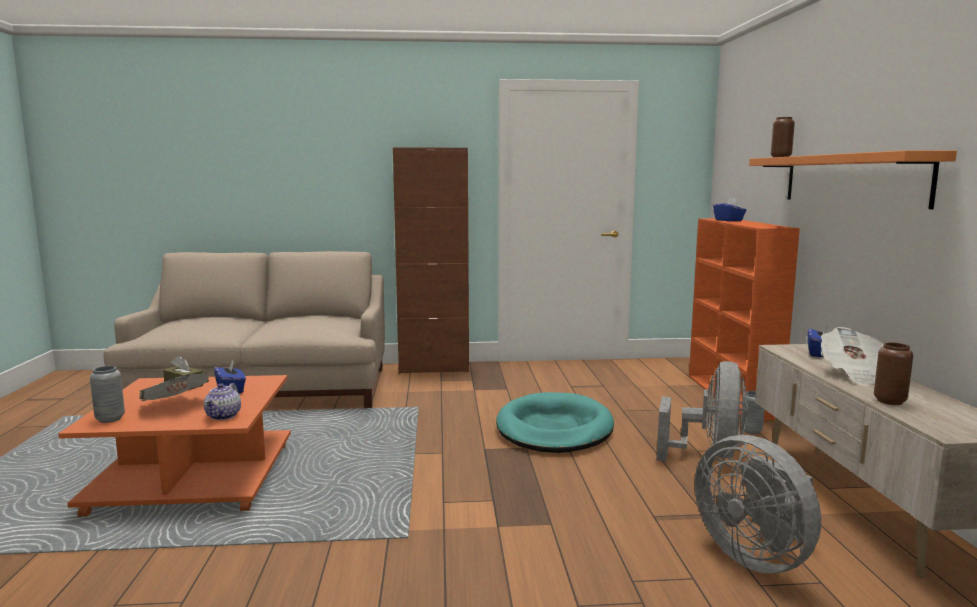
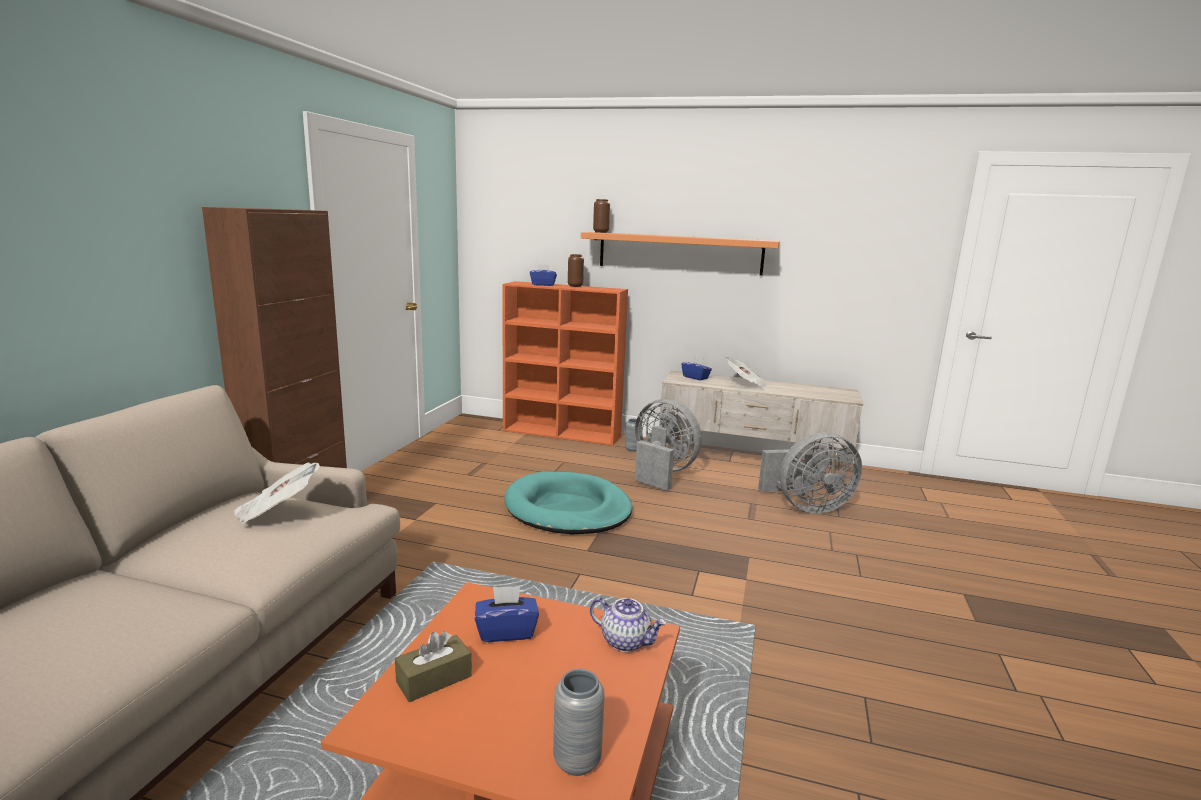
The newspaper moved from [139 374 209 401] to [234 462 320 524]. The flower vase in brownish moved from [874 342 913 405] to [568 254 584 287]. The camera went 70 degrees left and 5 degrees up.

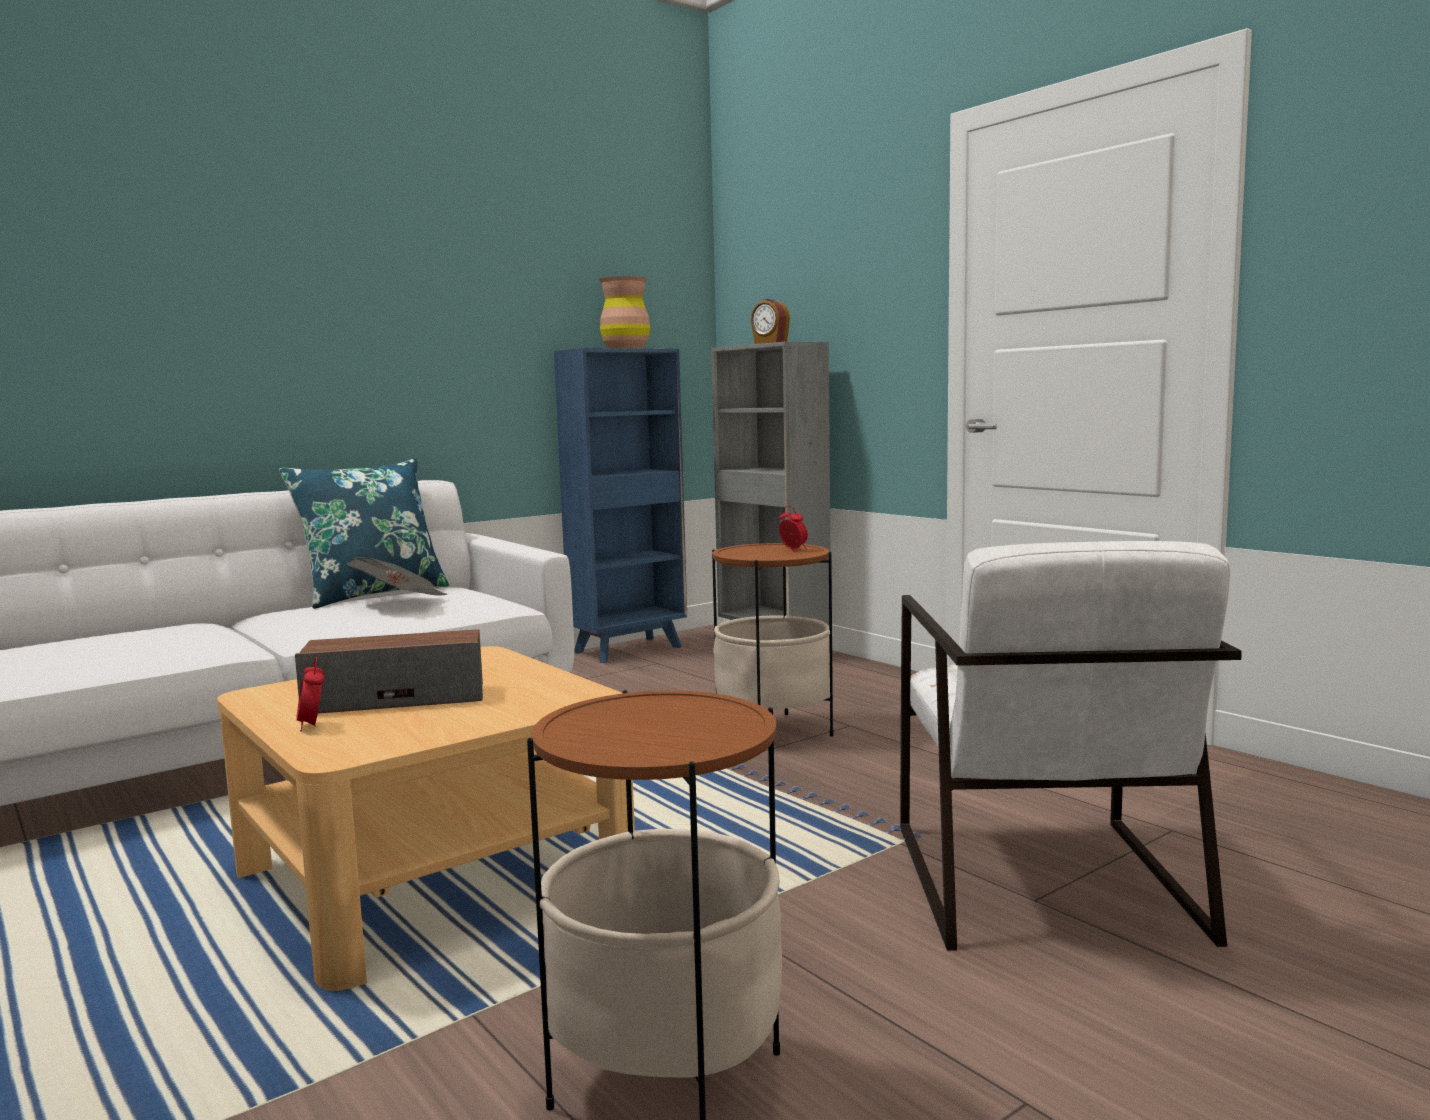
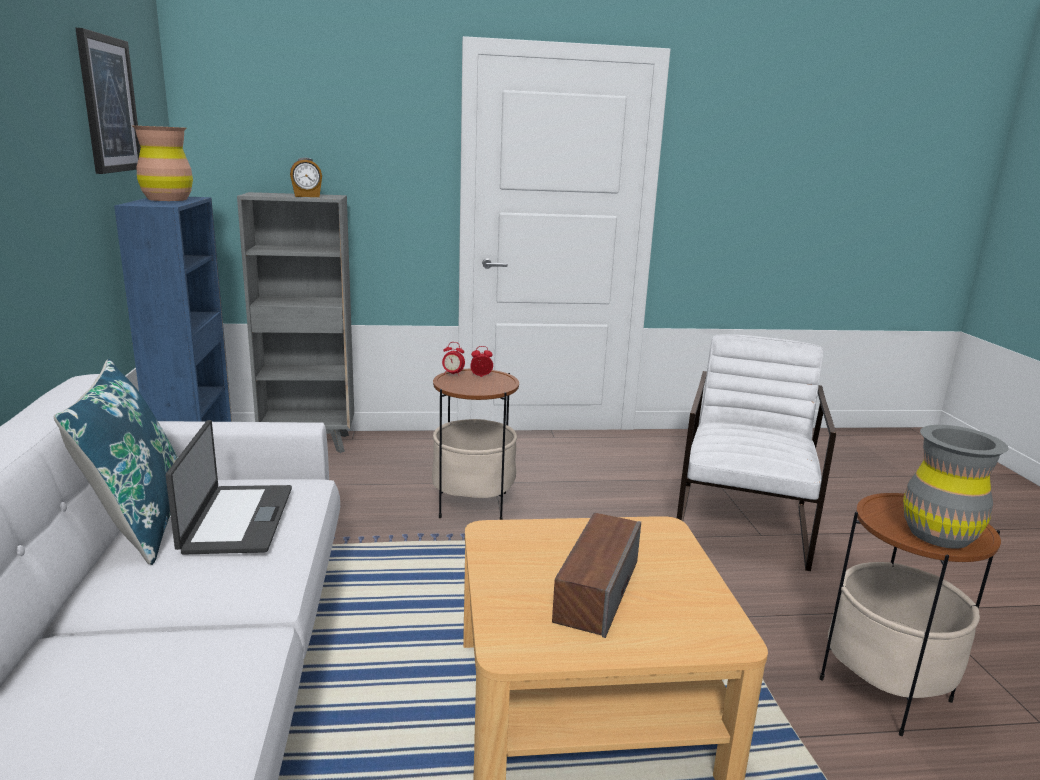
The wall picture at [75 28 141 174] appeared. The newspaper at [347 557 447 595] was replaced by the notebook computer at [166 420 292 555]. The table clock moved from [296 657 324 732] to [442 342 465 376]. The lounge chair in white-coloured at [900 541 1242 951] turned 105 degrees counterclockwise. The flower vase in greyish at [903 425 1009 549] appeared. The camera went 60 degrees left and 10 degrees up.

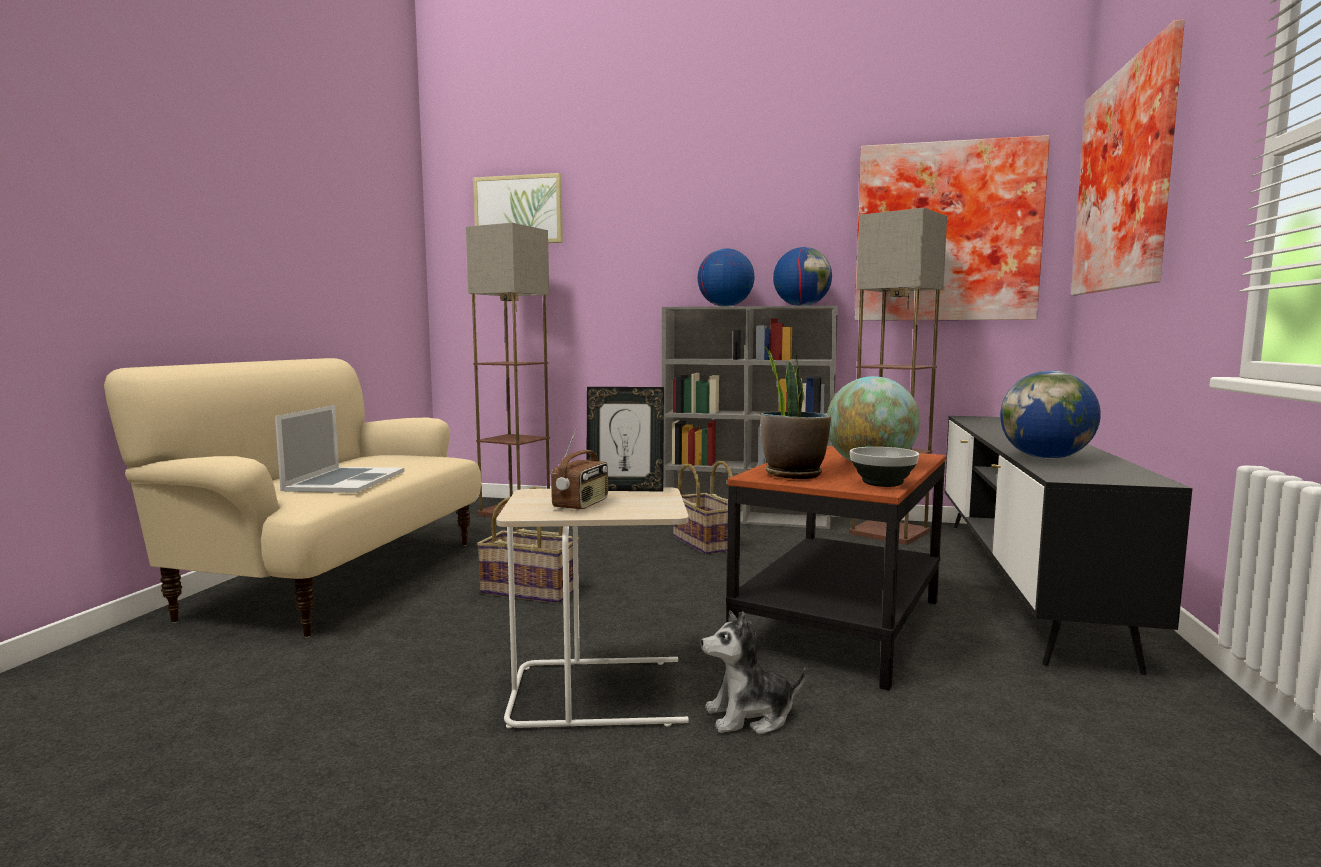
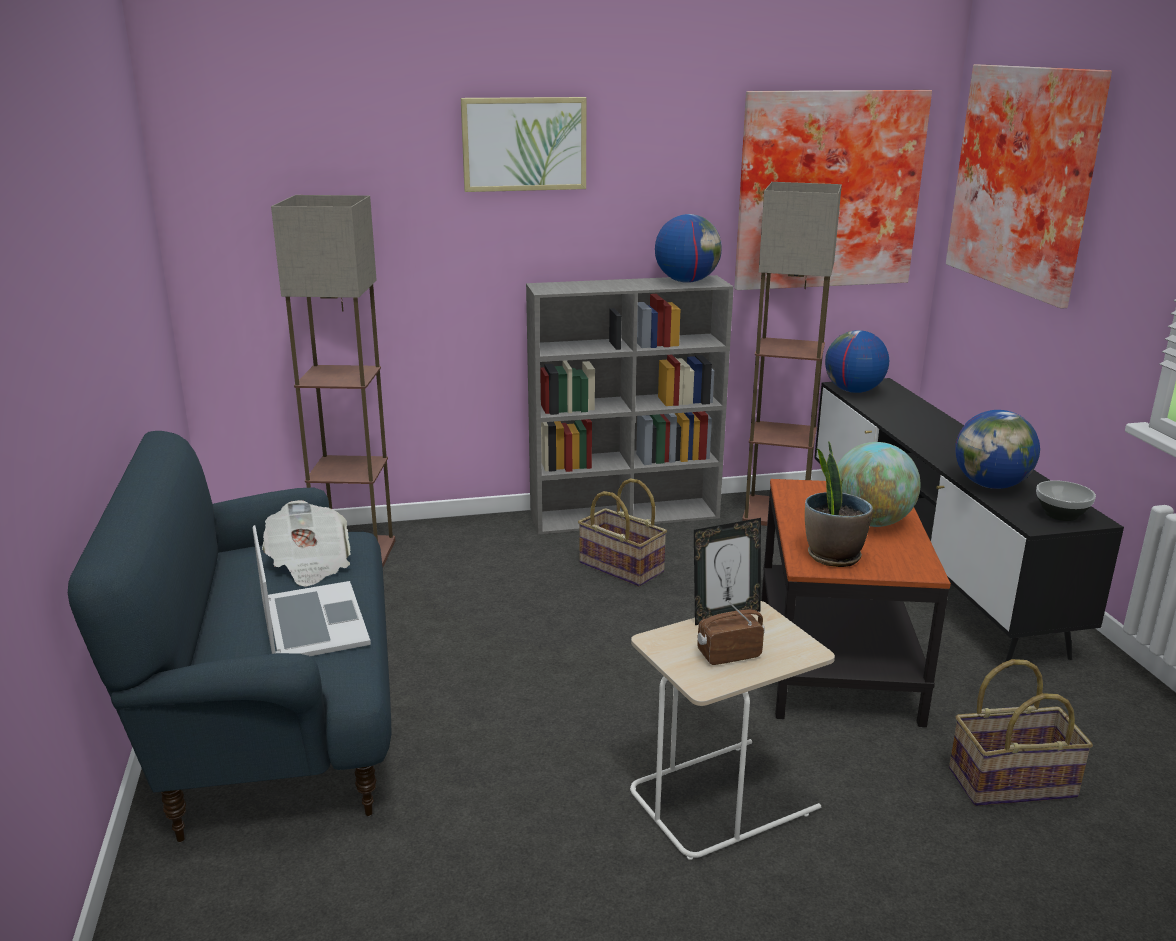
The couch in sand-coloured at [104 358 482 637] became the couch in bluish at [68 431 391 842]. The newspaper at [262 500 350 587] appeared. The wall picture moved from [473 173 563 243] to [461 97 587 192]. The radio receiver at [551 429 608 511] turned 105 degrees counterclockwise. The world globe moved from [698 248 755 306] to [825 330 889 393]. The household basket moved from [477 487 580 603] to [949 659 1093 806]. The bowl moved from [850 447 919 487] to [1036 480 1096 521]. The soft toy at [701 610 806 735] disappeared. The camera went 25 degrees left and 15 degrees up.

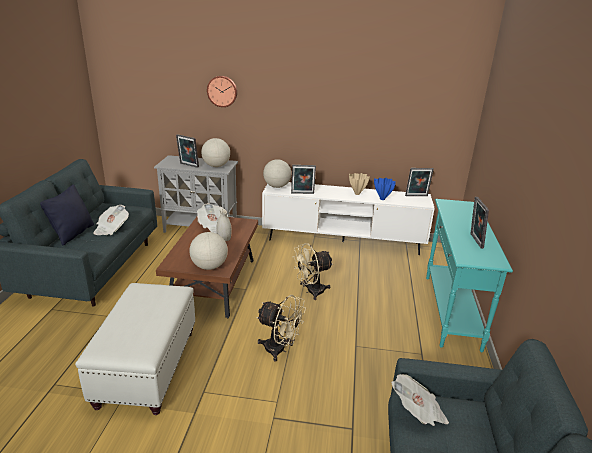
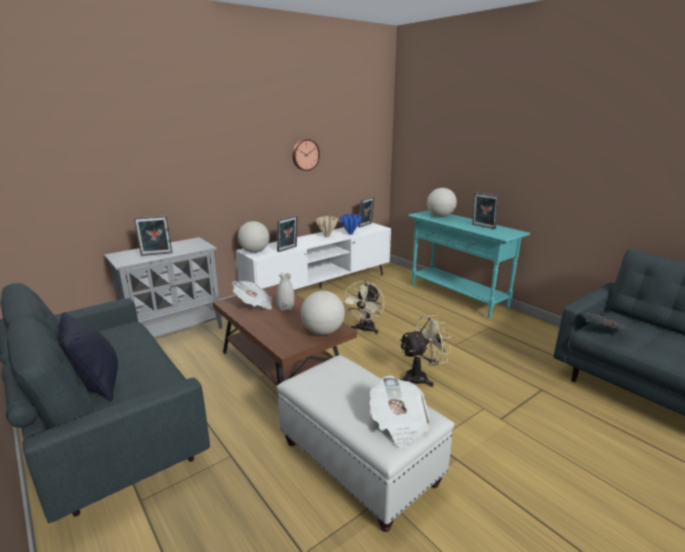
The hanging clock moved from [207 76 237 107] to [292 139 320 171]. The newspaper moved from [94 205 129 235] to [370 376 431 449]. The world globe moved from [201 138 230 167] to [427 188 457 217]. The camera went 45 degrees left and 5 degrees down.

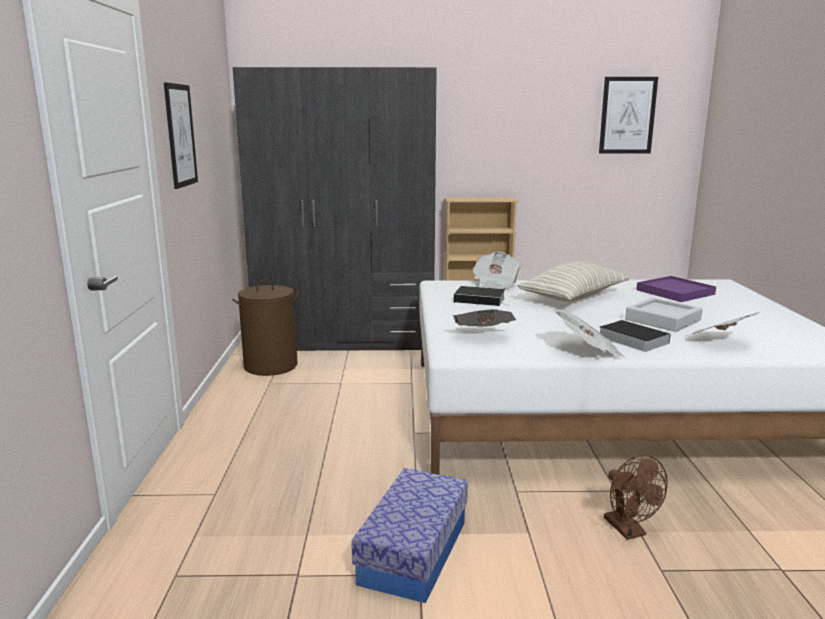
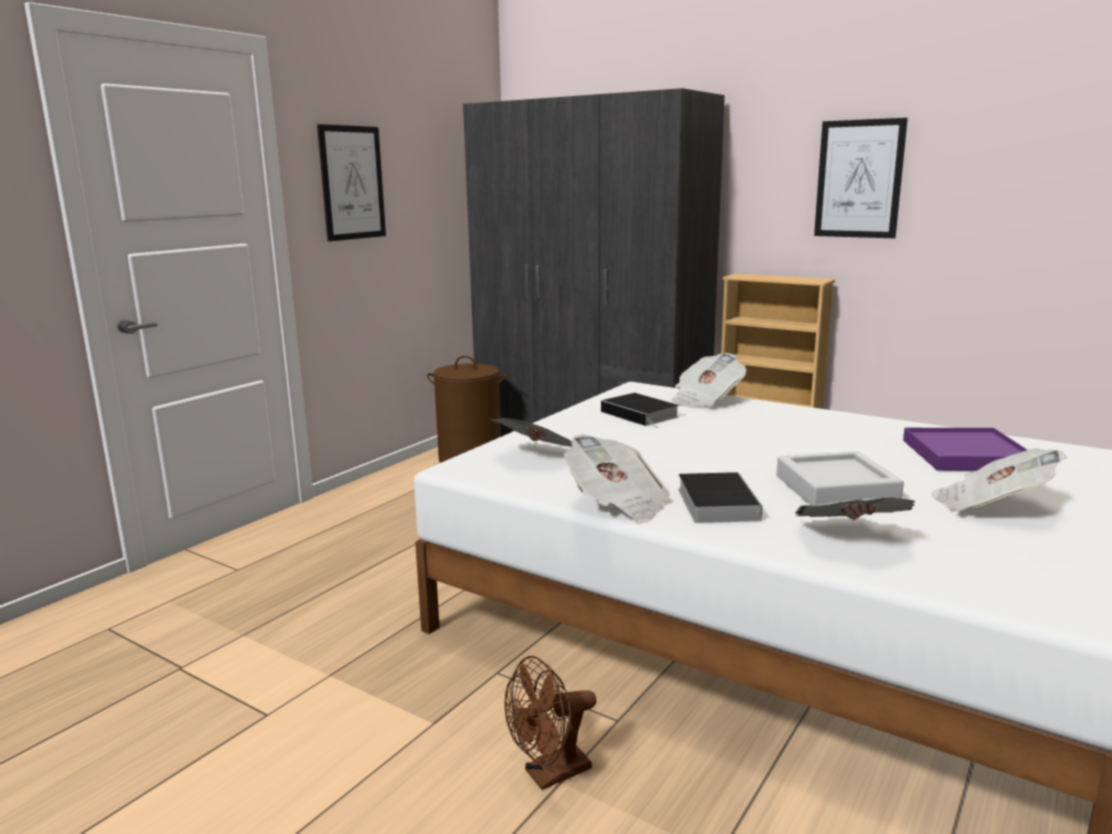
The fan in brownish at [604 455 668 540] turned 45 degrees clockwise. The wall picture moved from [599 77 658 154] to [814 118 908 238]. The newspaper at [931 448 1067 512] appeared. The storage box at [351 468 468 603] disappeared. The pillow at [517 262 629 301] disappeared. The camera went 35 degrees right and 0 degrees up.

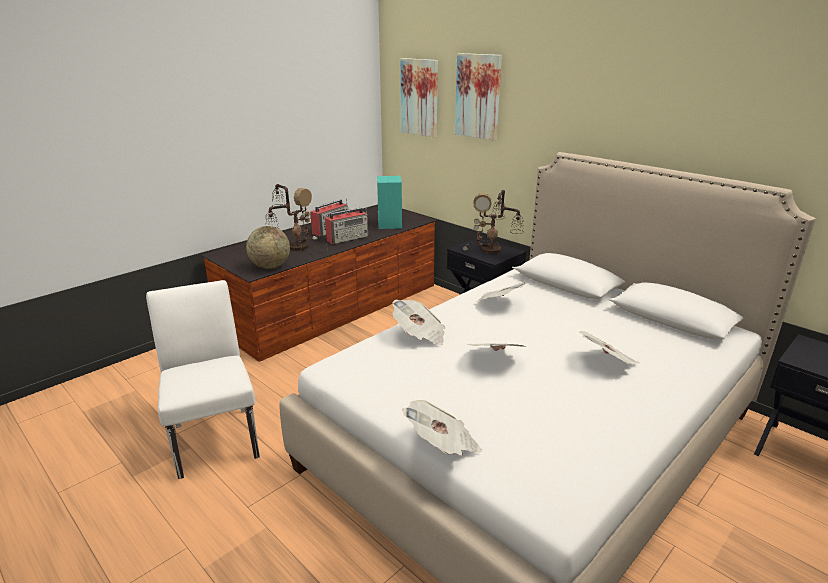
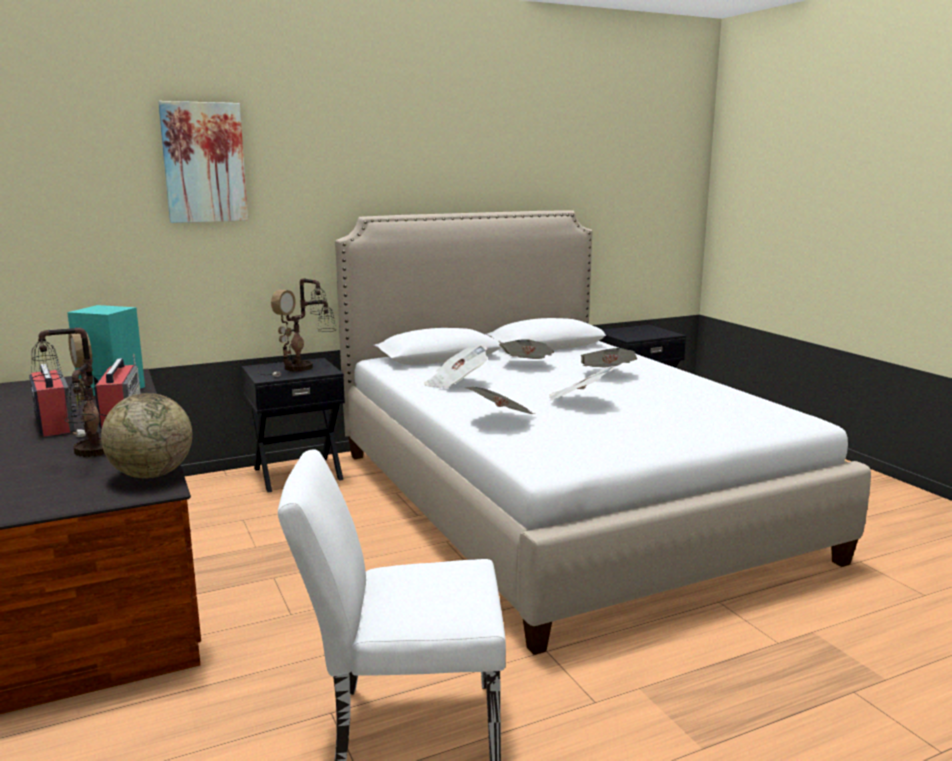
The newspaper moved from [402 400 482 456] to [499 339 554 359]. The wall picture at [400 58 438 138] disappeared. The camera went 70 degrees left and 10 degrees down.

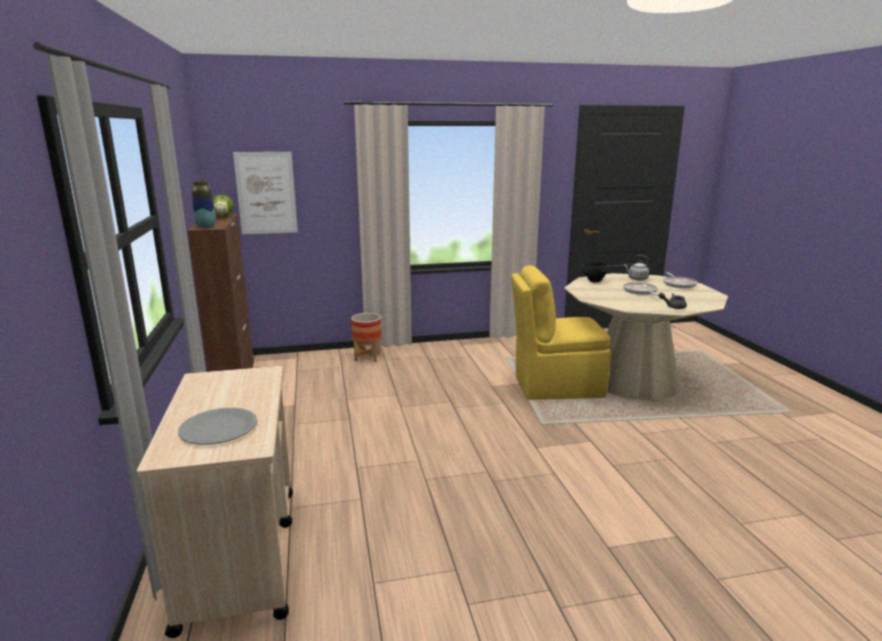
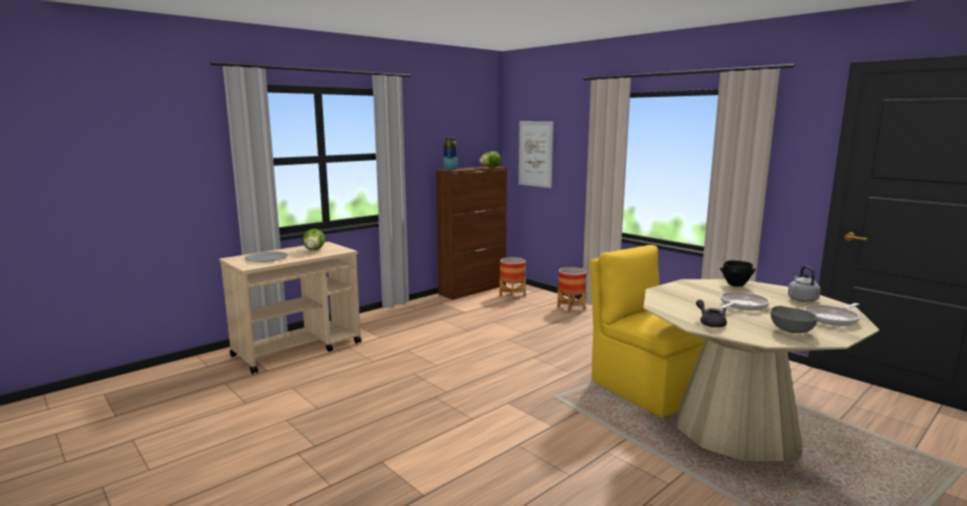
The lettuce head at [303 229 325 250] appeared. The plant pot at [499 257 526 300] appeared. The bowl in greyish at [771 306 818 333] appeared. The camera went 60 degrees right and 5 degrees down.

